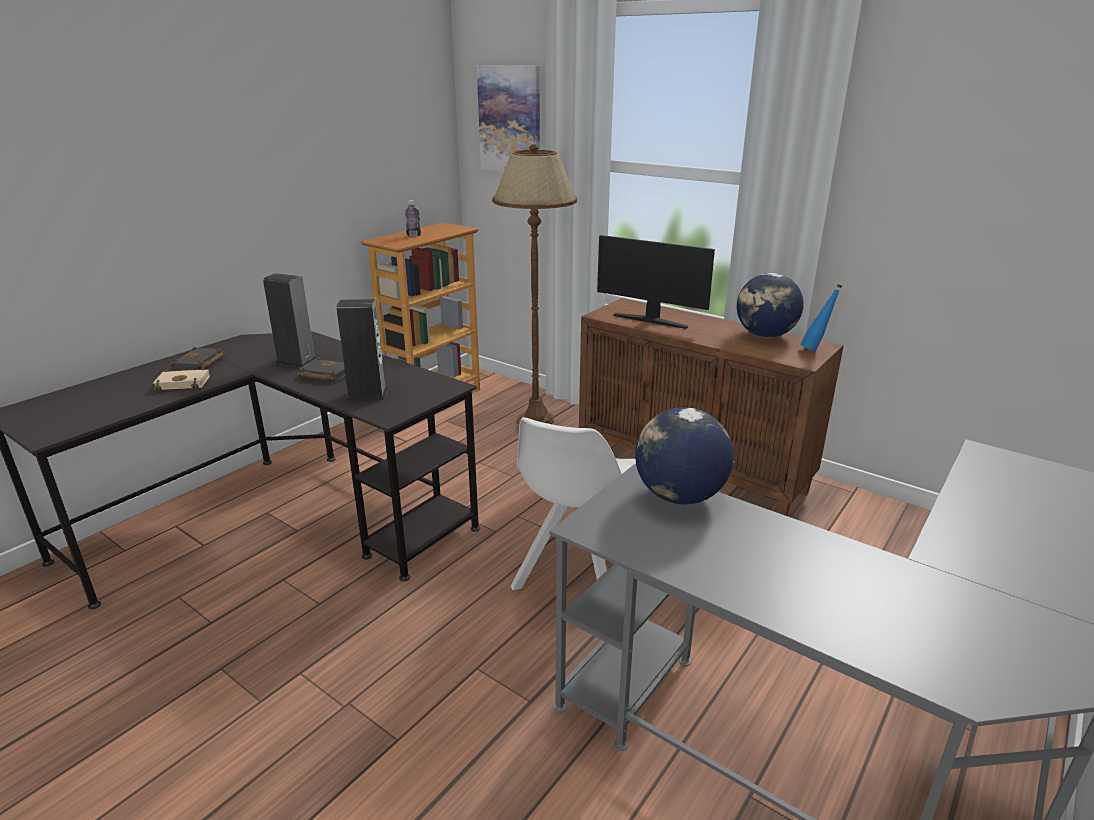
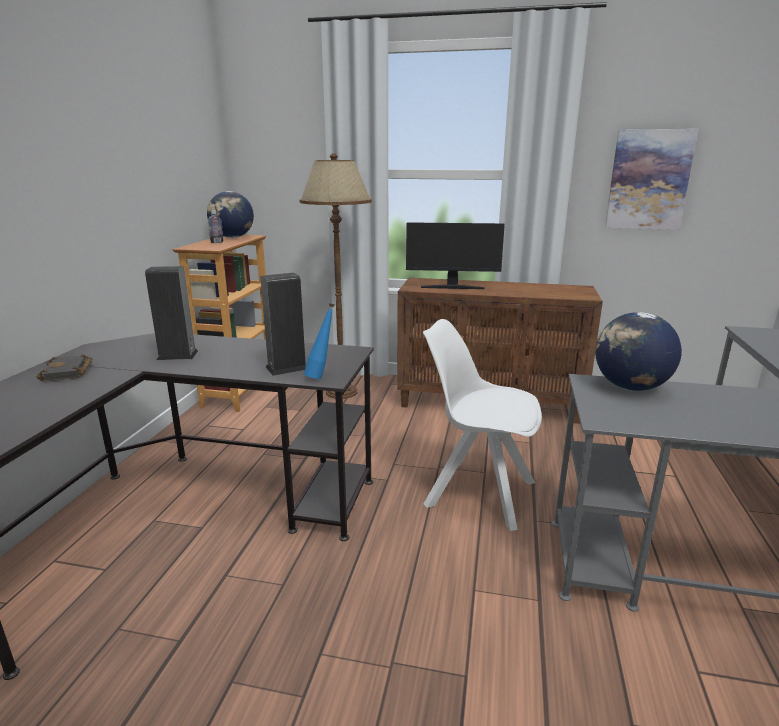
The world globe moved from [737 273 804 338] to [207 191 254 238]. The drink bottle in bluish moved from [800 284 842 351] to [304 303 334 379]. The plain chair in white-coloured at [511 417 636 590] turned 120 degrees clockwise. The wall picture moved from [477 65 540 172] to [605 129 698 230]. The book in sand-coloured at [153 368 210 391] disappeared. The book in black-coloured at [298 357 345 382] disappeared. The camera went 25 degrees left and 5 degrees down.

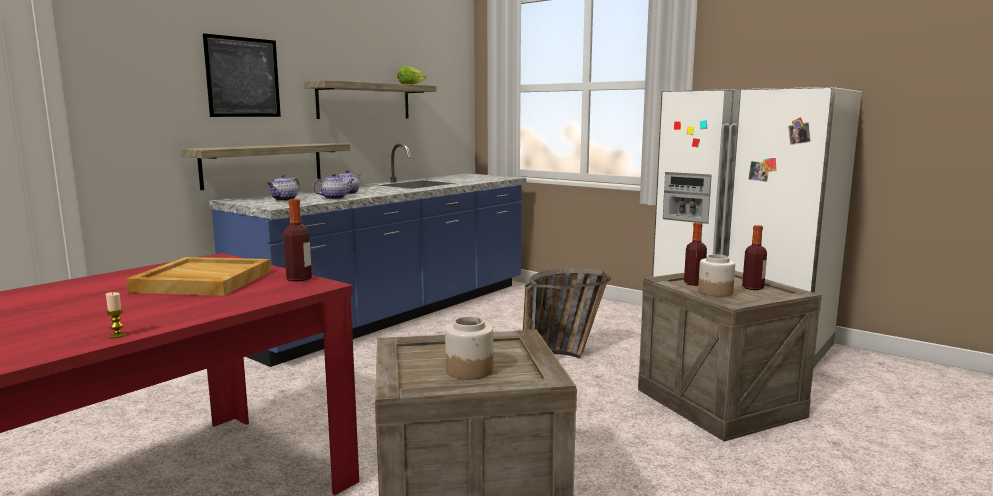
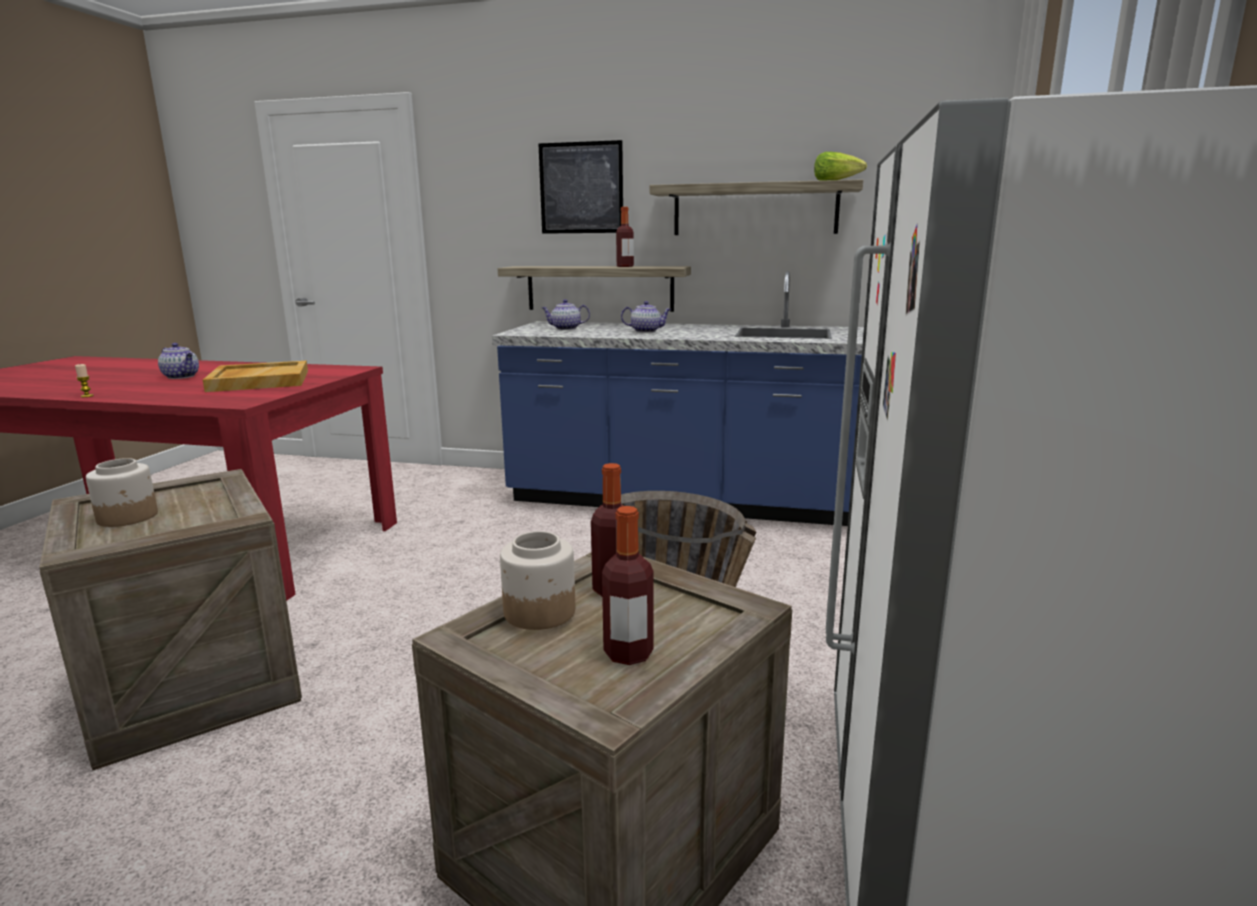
The teapot moved from [313 173 354 199] to [158 343 199 379]. The drink bottle moved from [283 199 312 282] to [616 207 634 267]. The camera went 65 degrees right and 5 degrees up.

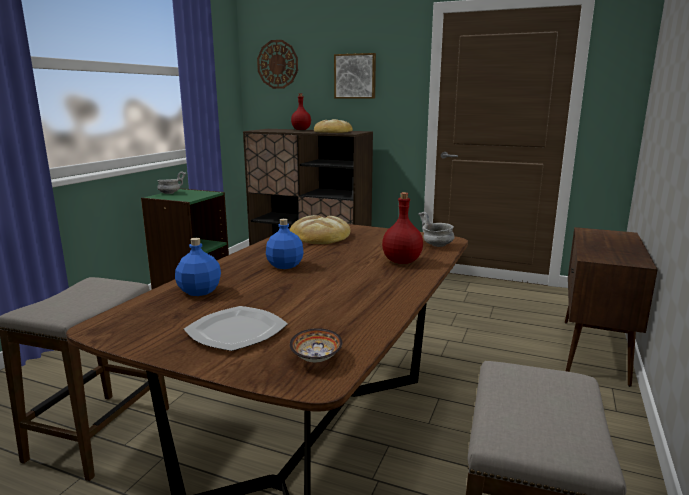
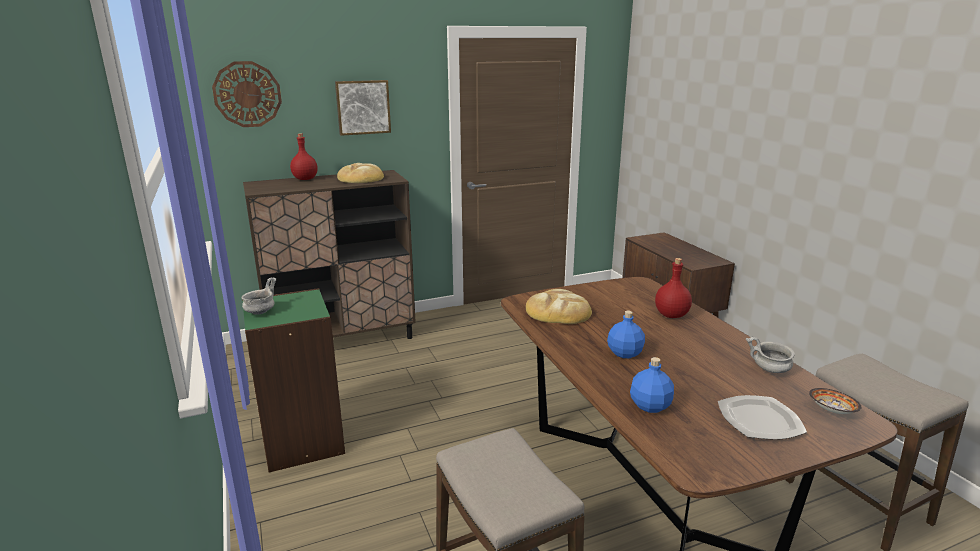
The bowl in greyish moved from [418 212 454 247] to [746 337 795 373]. The camera went 45 degrees left and 5 degrees up.

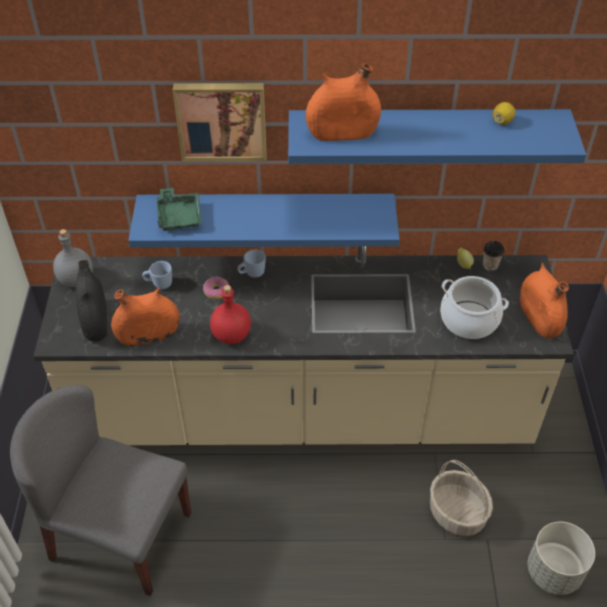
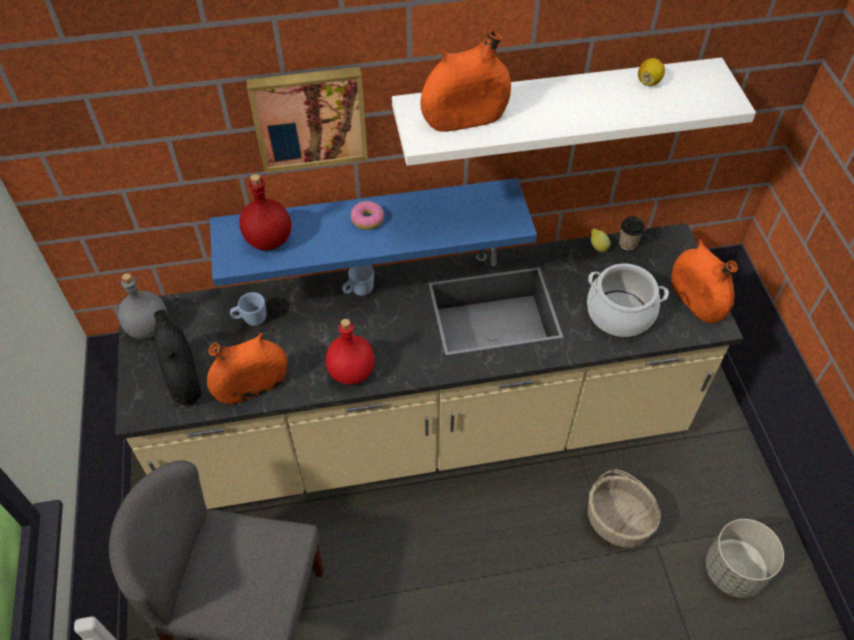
The carrying tray in green at [157 188 202 231] was replaced by the drink bottle in reddish at [239 174 291 251]. The donut moved from [203 277 229 299] to [350 201 384 230]. The bracket shelf in bluish at [288 109 586 164] became the bracket shelf in white-coloured at [392 57 756 166]. The camera went 10 degrees left and 5 degrees up.

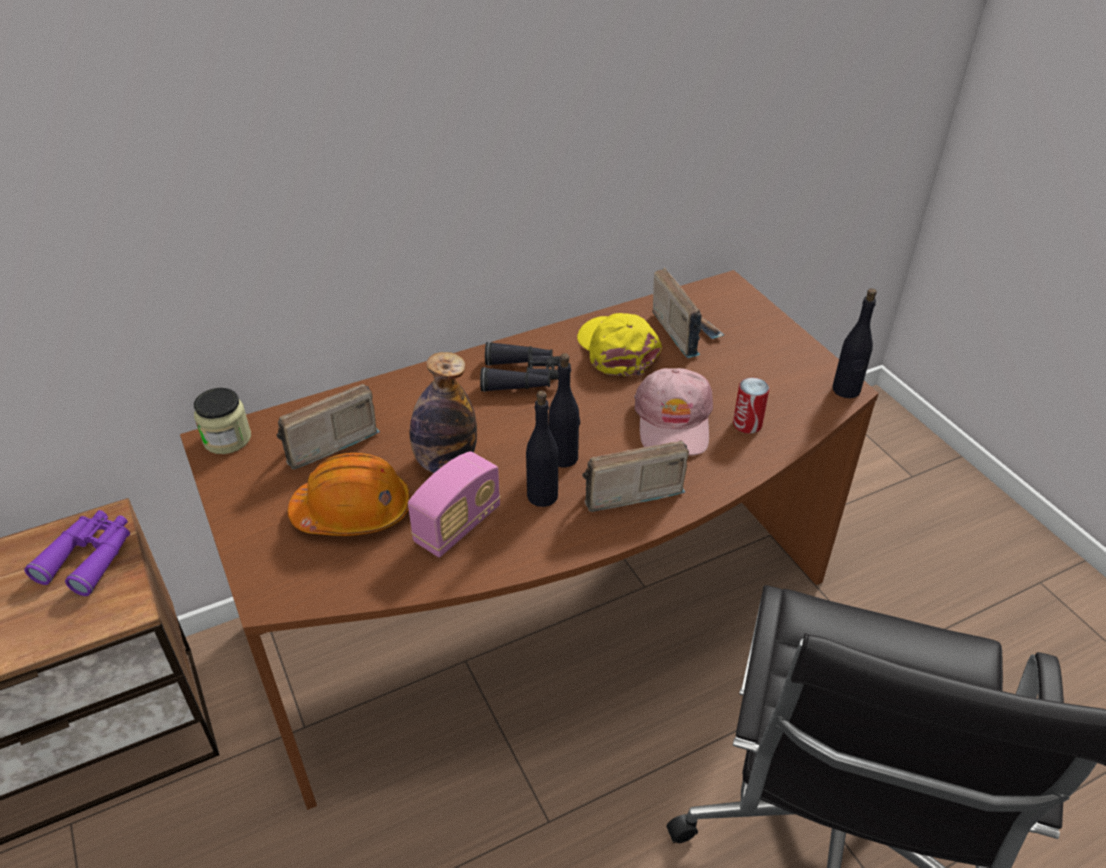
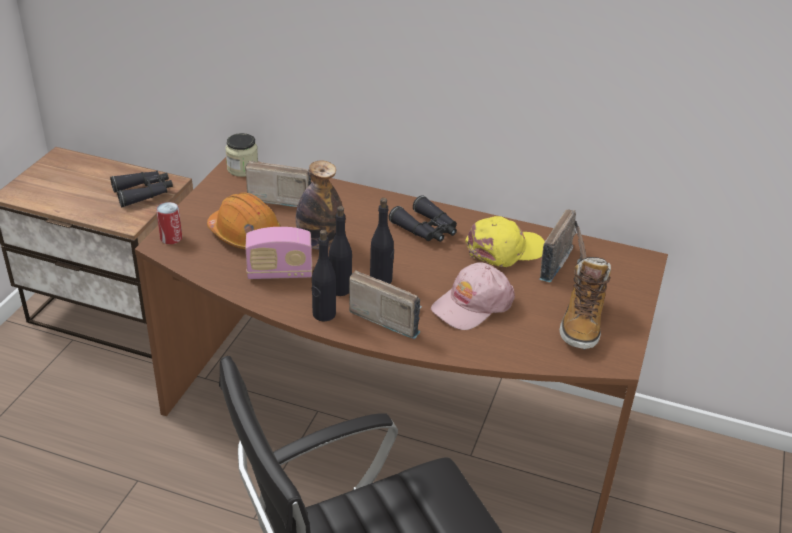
The field glasses in purple at [24 510 130 596] became the field glasses in black-coloured at [110 171 173 207]. The metal can moved from [733 377 769 434] to [156 202 182 244]. The drink bottle in black-coloured moved from [832 288 877 398] to [312 230 336 321]. The peaked cap in yellow-coloured at [577 313 662 376] turned 45 degrees clockwise. The boot at [559 257 611 350] appeared. The camera went 45 degrees right and 5 degrees down.

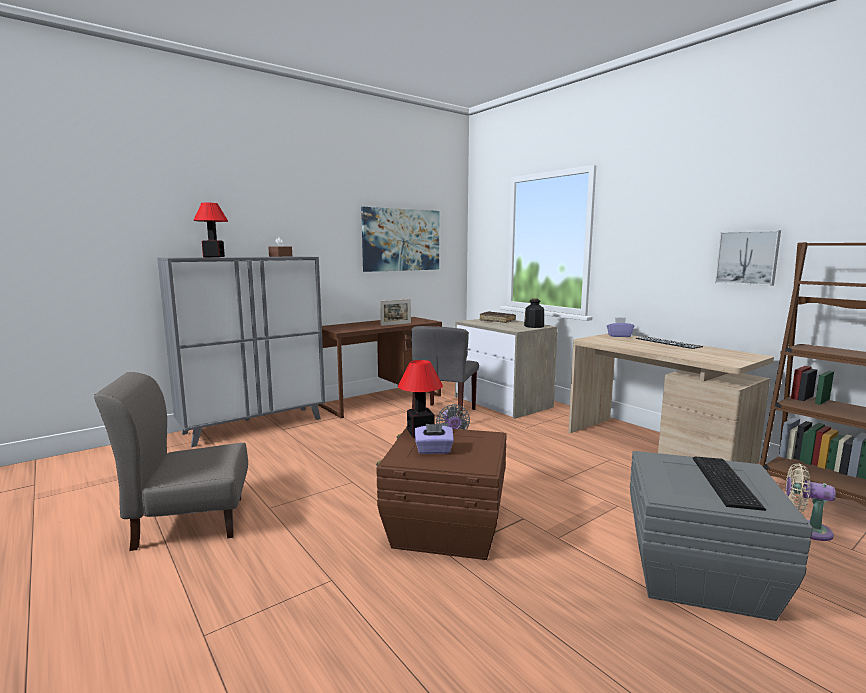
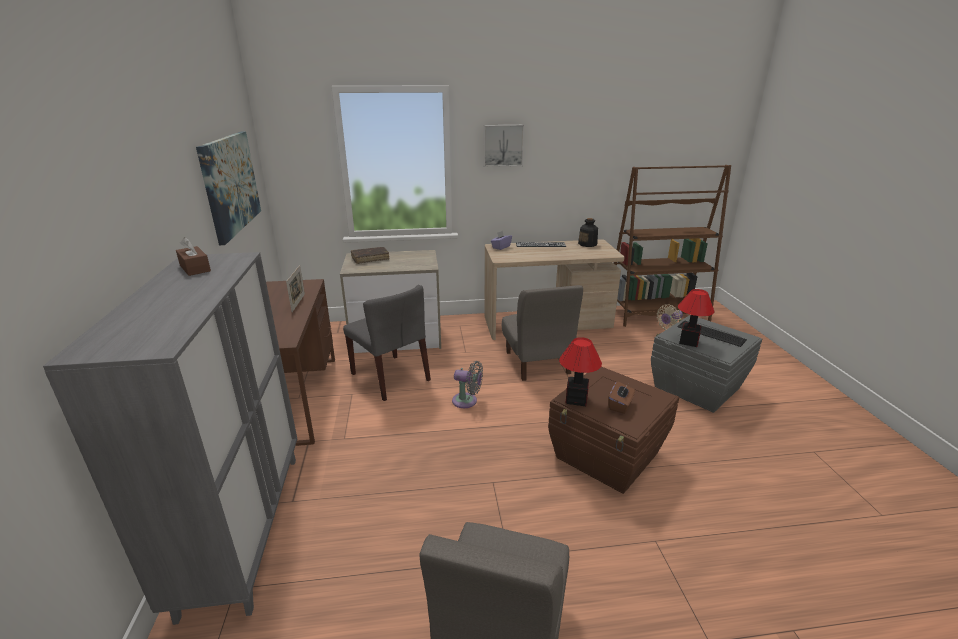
The wall picture moved from [715 230 781 286] to [484 125 524 167]. The plain chair in greyish at [502 285 583 381] appeared. The drink bottle moved from [524 298 544 328] to [578 218 598 247]. The tissue box in purple at [415 424 454 454] became the tissue box in brownish at [608 381 635 414]. The table lamp moved from [193 203 228 257] to [678 289 715 347]. The camera went 60 degrees left and 15 degrees up.

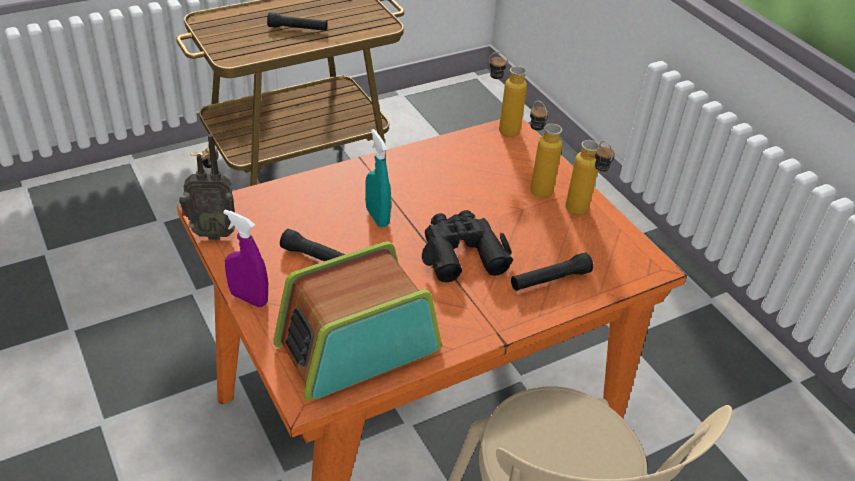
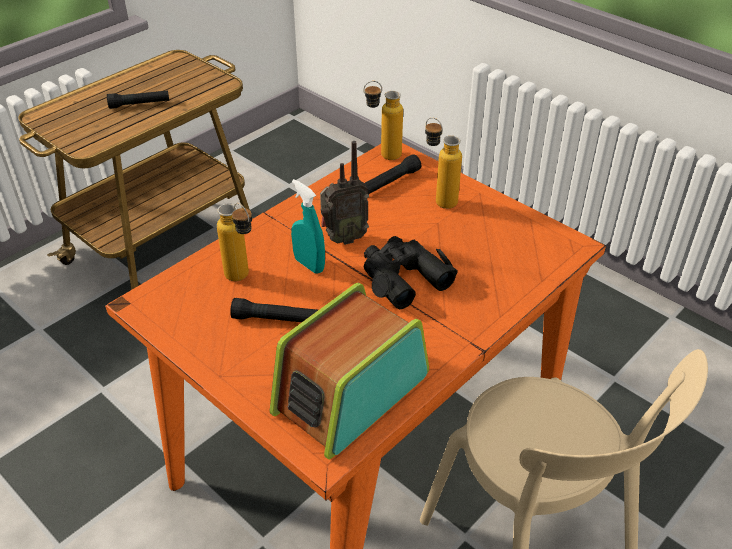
The drink bottle moved from [565 140 615 215] to [217 203 252 281]. The radio receiver moved from [179 134 235 240] to [320 141 369 245]. The torch in black-coloured moved from [511 253 593 291] to [364 154 421 195]. The sprayer in purple at [223 209 268 307] disappeared. The camera went 15 degrees left and 0 degrees up.

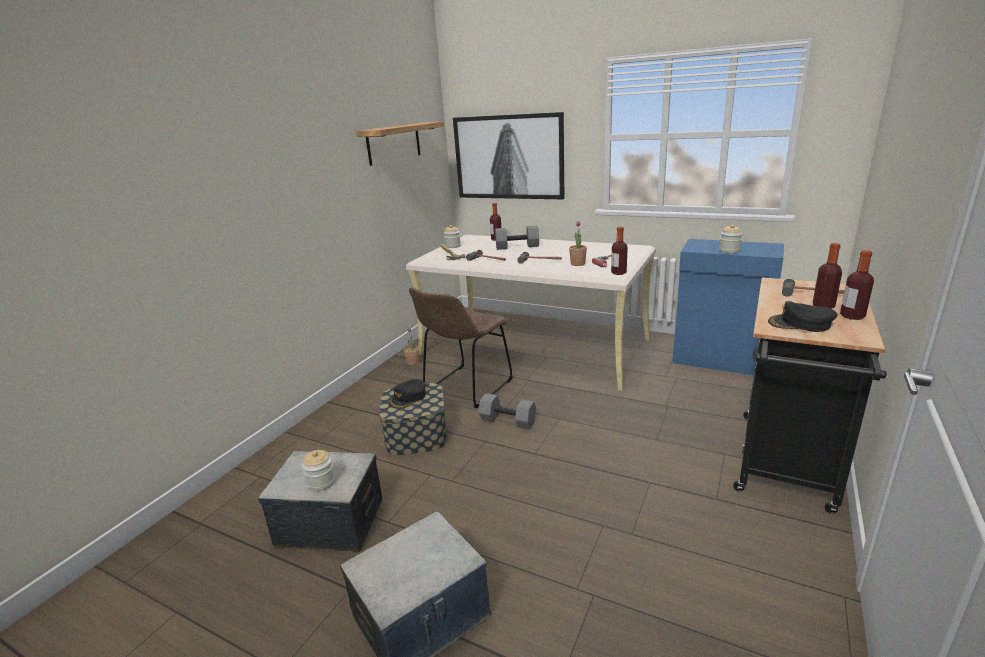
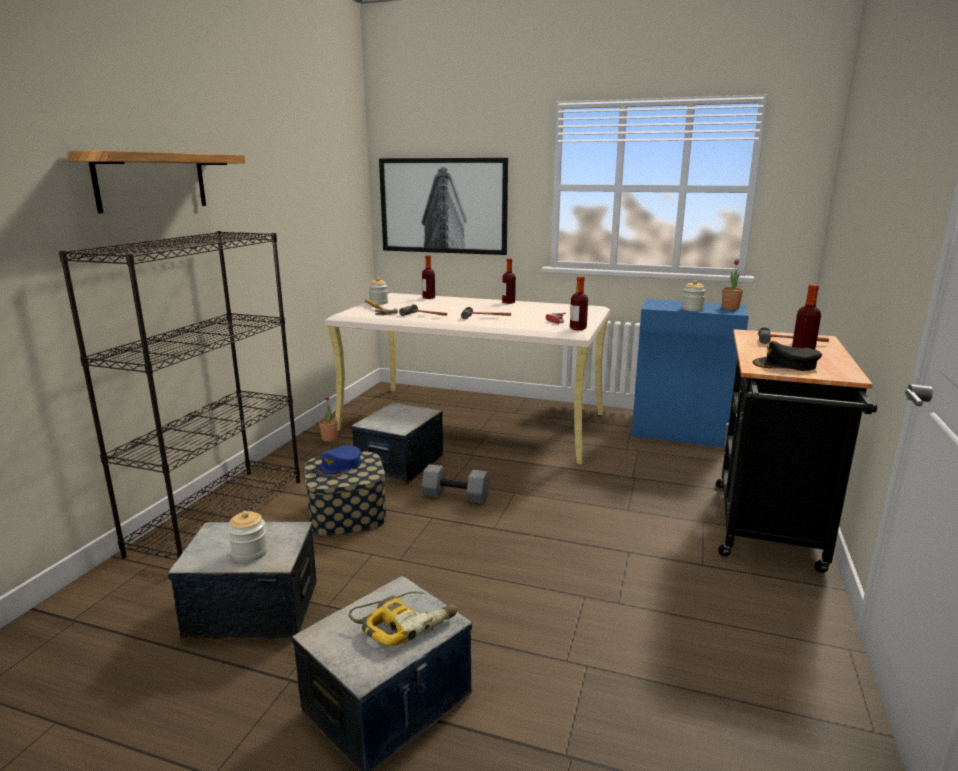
The shelving unit in black-coloured at [59 231 300 561] appeared. The bracket shelf moved from [356 121 444 166] to [67 151 245 213]. The peaked cap in black-coloured at [389 379 426 409] became the peaked cap in bluish at [316 445 361 478]. The power drill at [348 592 458 646] appeared. The plain chair in brownish at [409 287 513 409] was replaced by the storage box at [351 402 443 485]. The drink bottle moved from [840 250 874 320] to [502 259 516 304]. The plant in a pot moved from [569 221 587 266] to [722 259 743 310]. The hand weight in greyish at [495 225 539 250] disappeared. The camera went 10 degrees left and 5 degrees down.

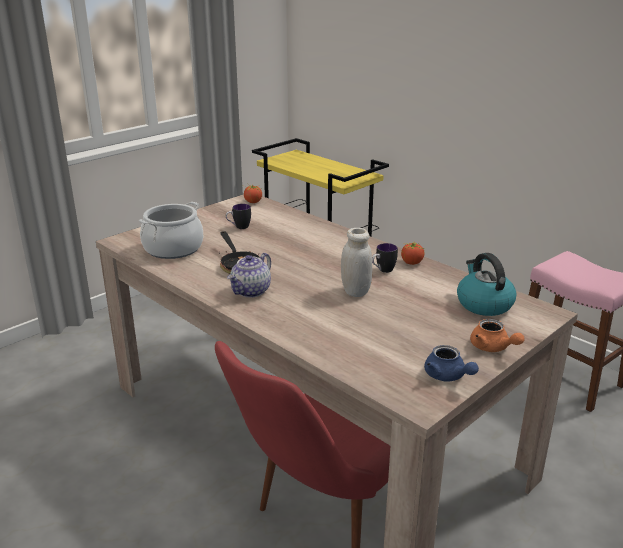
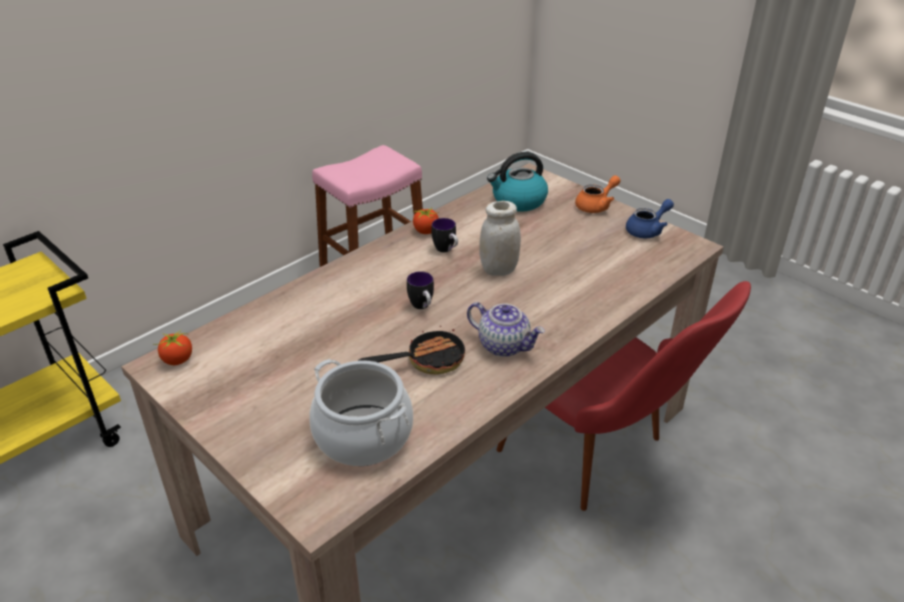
The tea mug moved from [226 204 251 229] to [407 271 434 309]. The camera went 90 degrees left and 10 degrees up.

